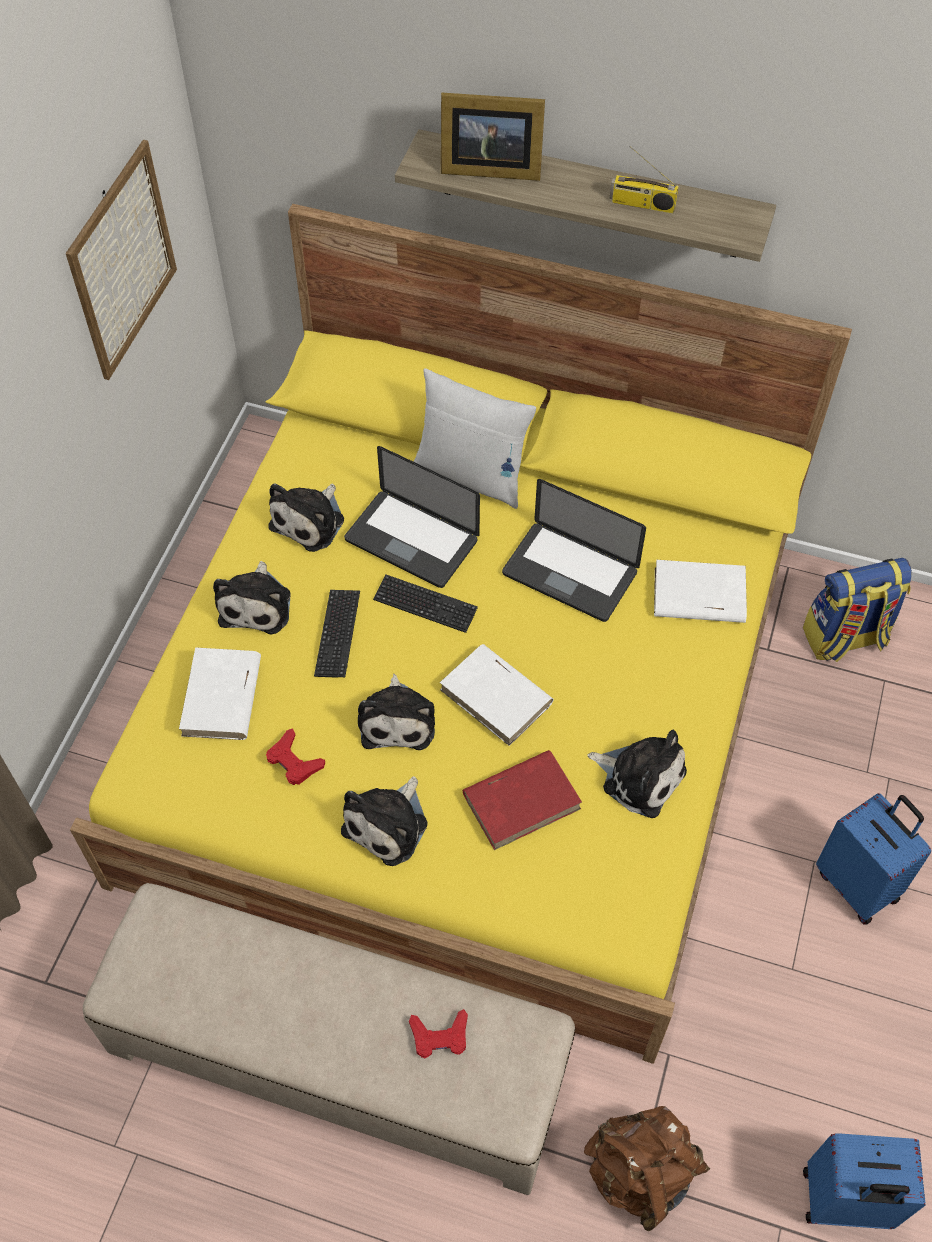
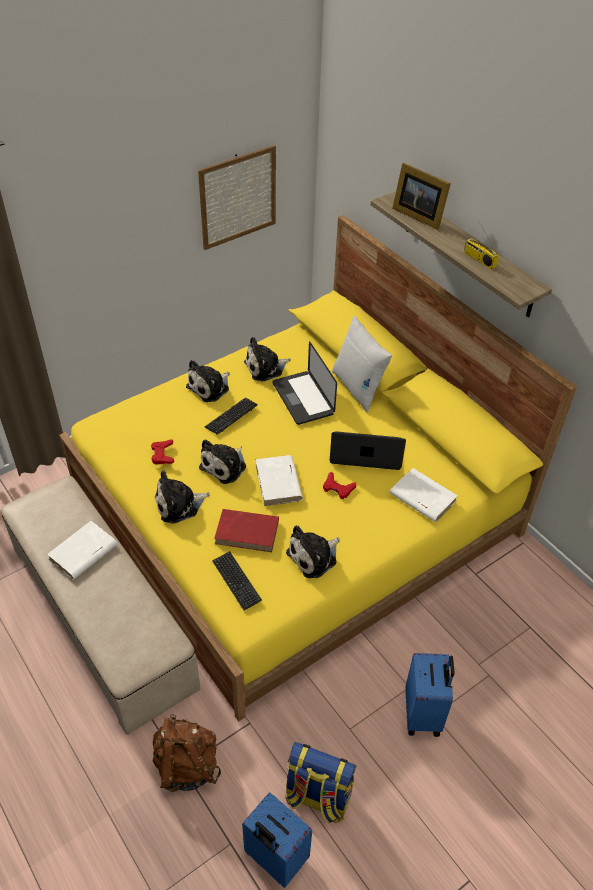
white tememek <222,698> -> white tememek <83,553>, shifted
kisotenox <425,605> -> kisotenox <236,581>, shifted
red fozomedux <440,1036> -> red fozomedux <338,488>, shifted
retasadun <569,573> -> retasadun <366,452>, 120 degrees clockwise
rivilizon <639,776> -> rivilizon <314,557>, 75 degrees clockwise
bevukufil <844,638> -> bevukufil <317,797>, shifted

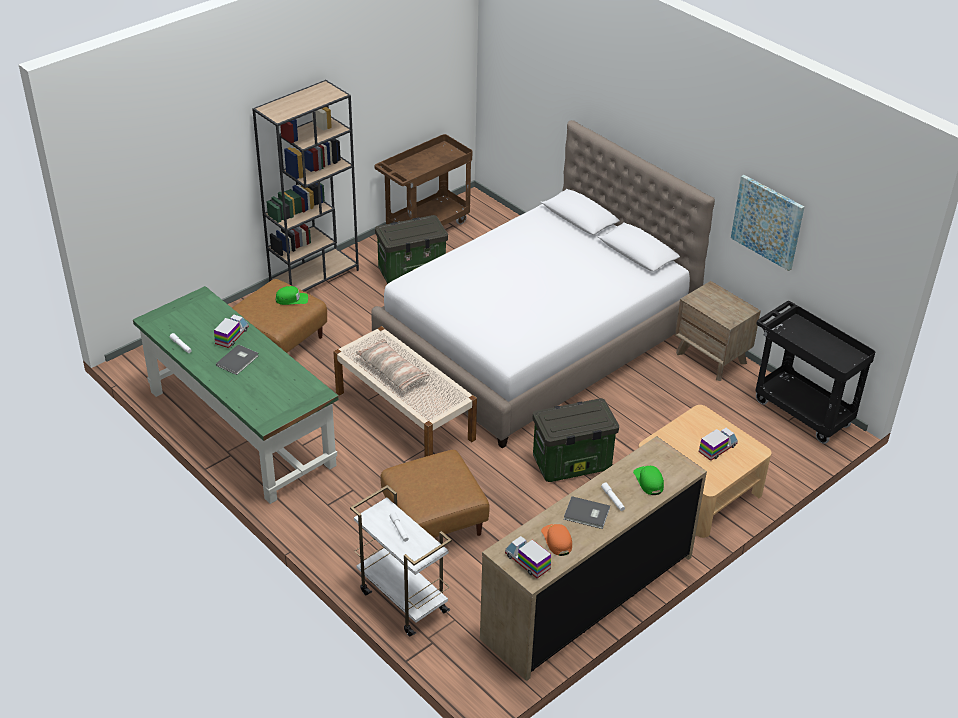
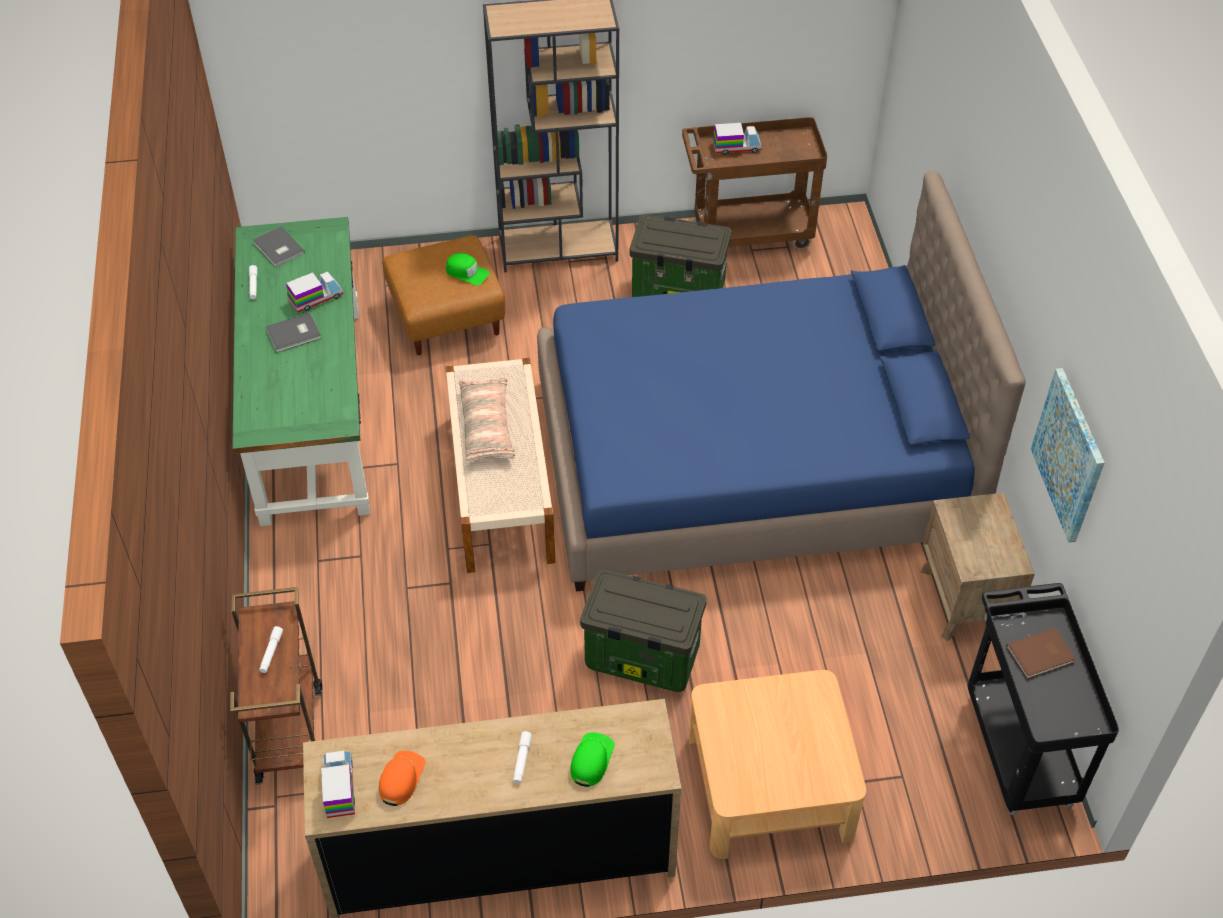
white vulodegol <402,600> -> brown vulodegol <290,730>
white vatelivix <537,340> -> blue vatelivix <752,460>
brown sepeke <435,521> -> none
grey tememek <587,514> -> grey tememek <278,249>, shifted
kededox <717,449> -> kededox <736,147>, shifted
none -> brown tememek <1042,655>

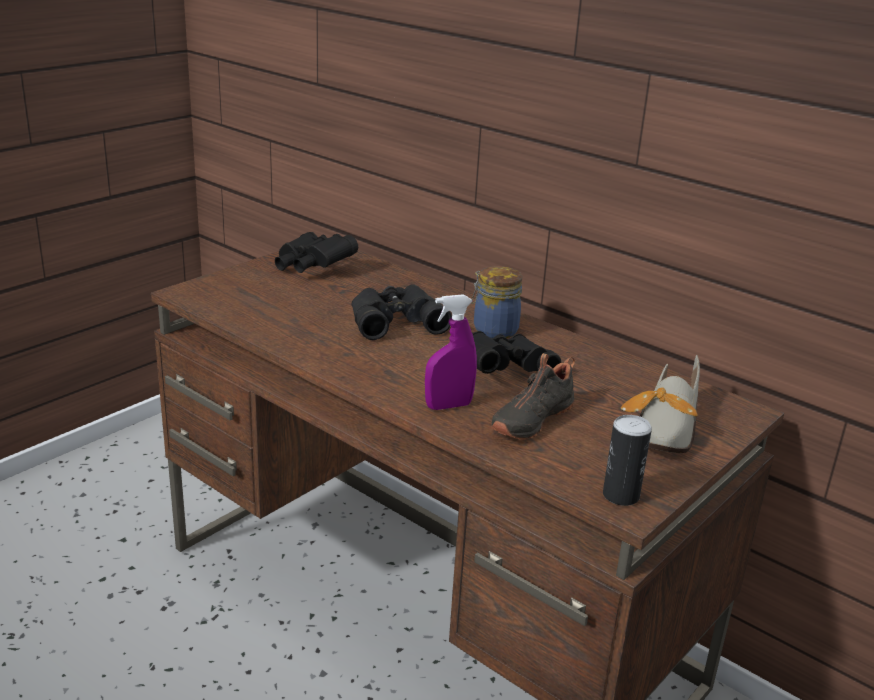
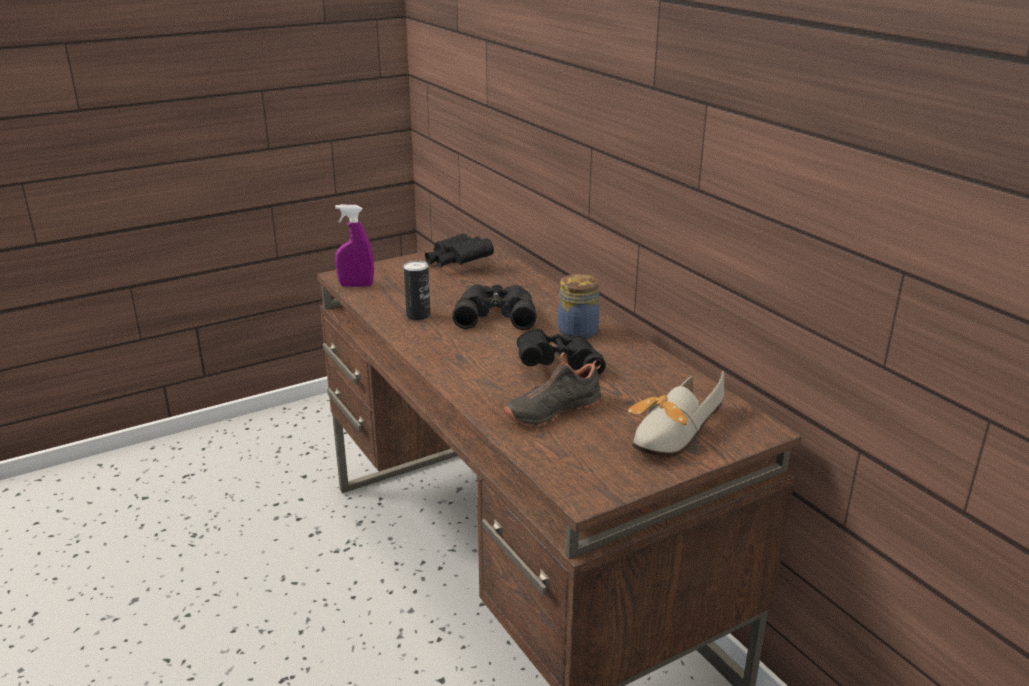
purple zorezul <448,406> -> purple zorezul <356,285>, shifted
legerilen <621,495> -> legerilen <418,316>, shifted

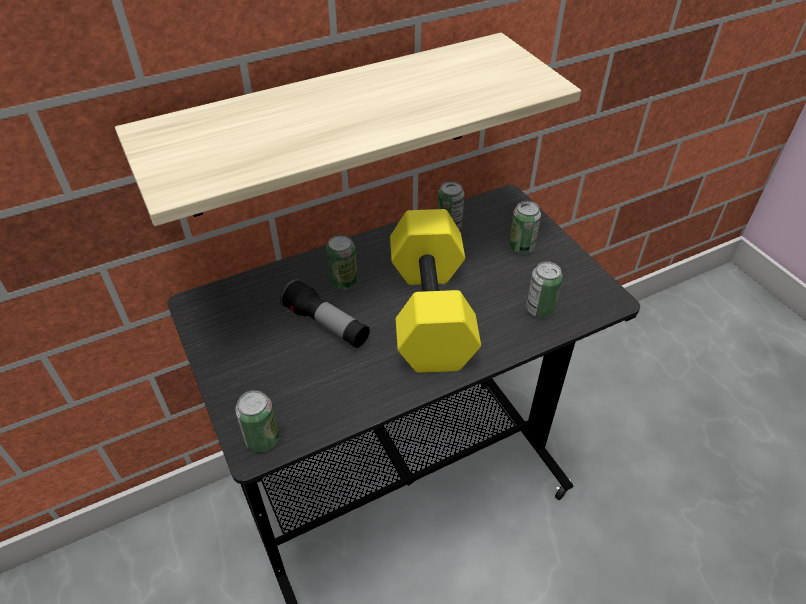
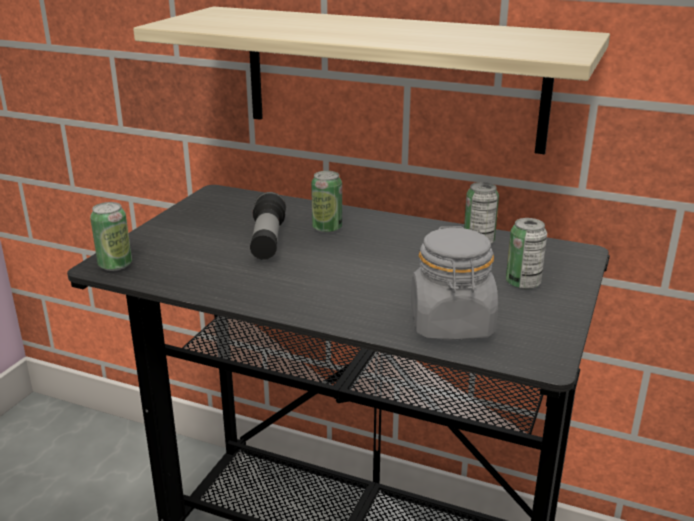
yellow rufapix <433,313> -> none
legerilen <540,309> -> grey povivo <451,324>

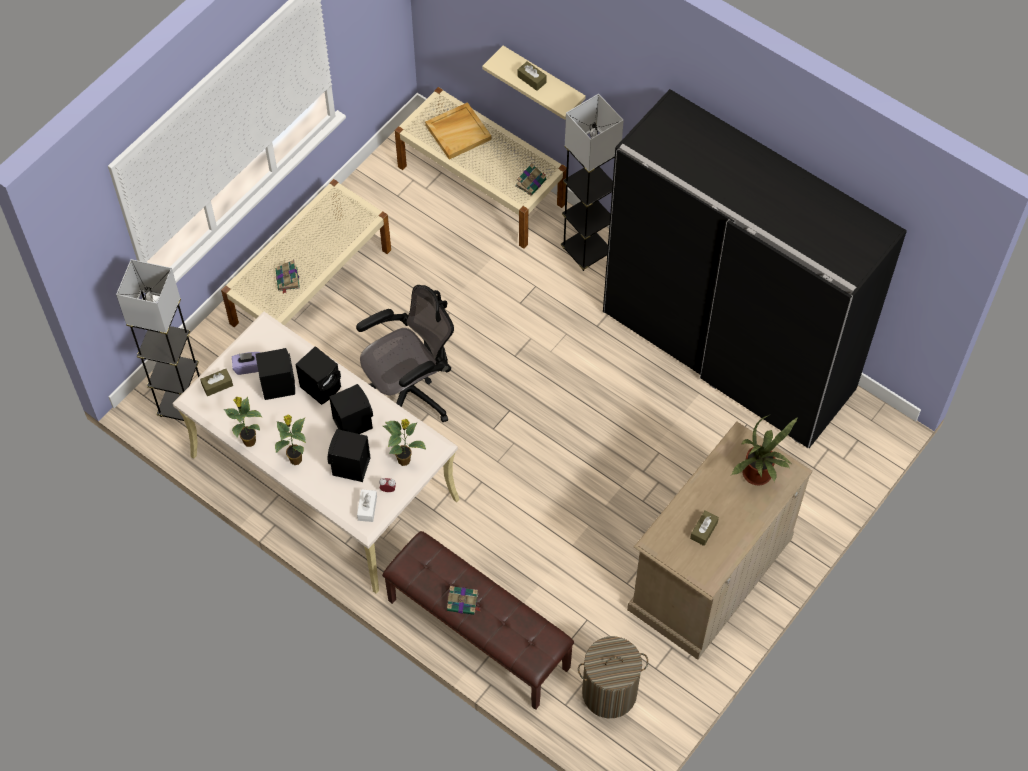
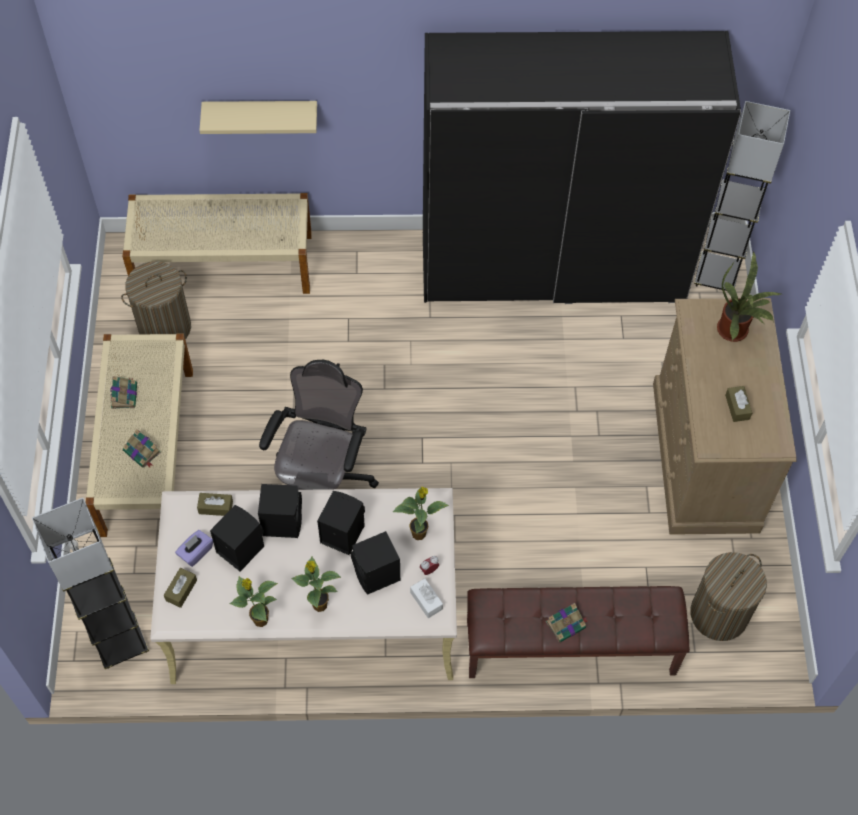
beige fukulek <458,132> -> none
tememek <531,182> -> tememek <124,395>, shifted
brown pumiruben <531,79> -> brown pumiruben <215,507>, shifted
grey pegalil <586,251> -> grey pegalil <716,276>, shifted
none -> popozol <164,327>

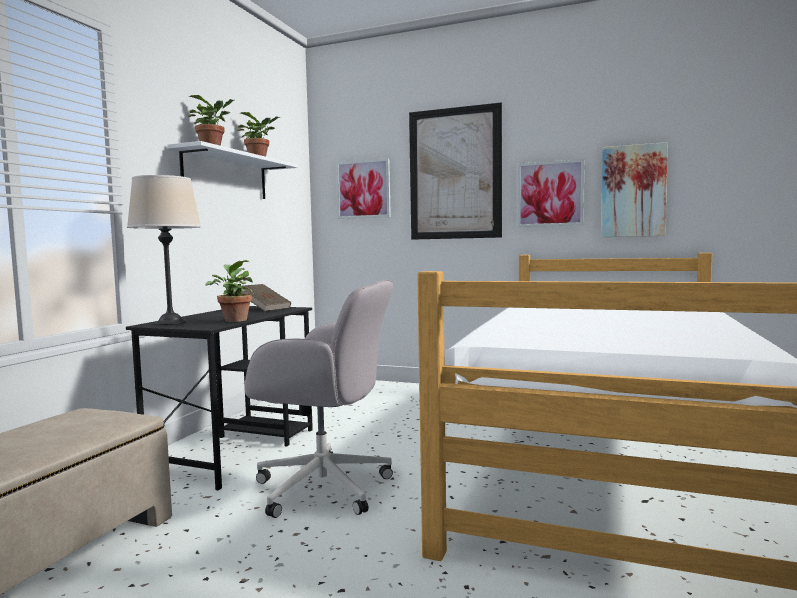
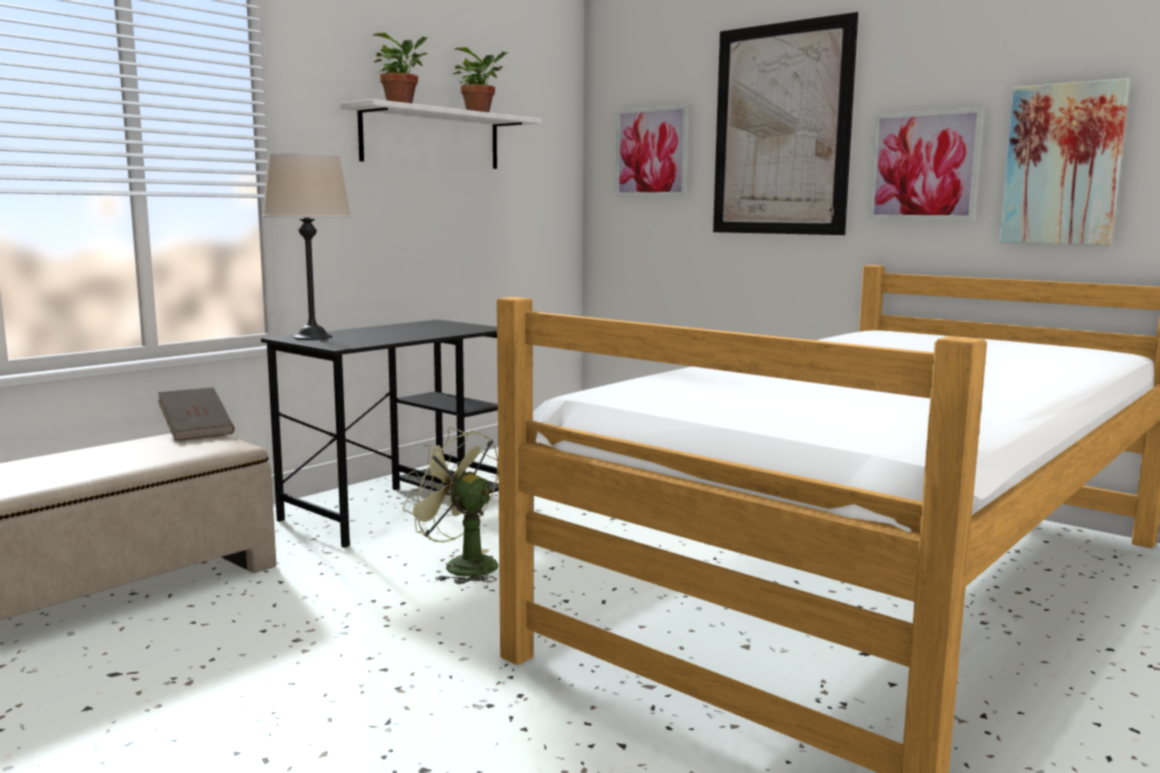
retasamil <234,320> -> none
brown tememek <264,308> -> brown tememek <197,431>, shifted
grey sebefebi <324,488> -> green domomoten <460,566>

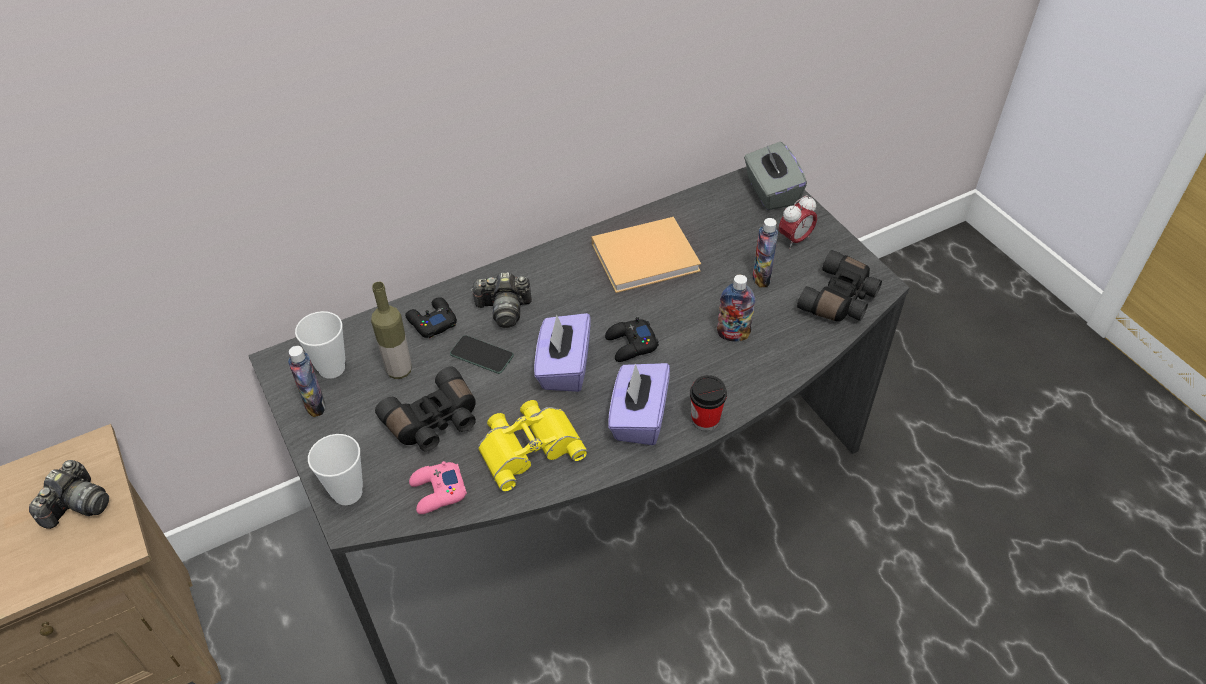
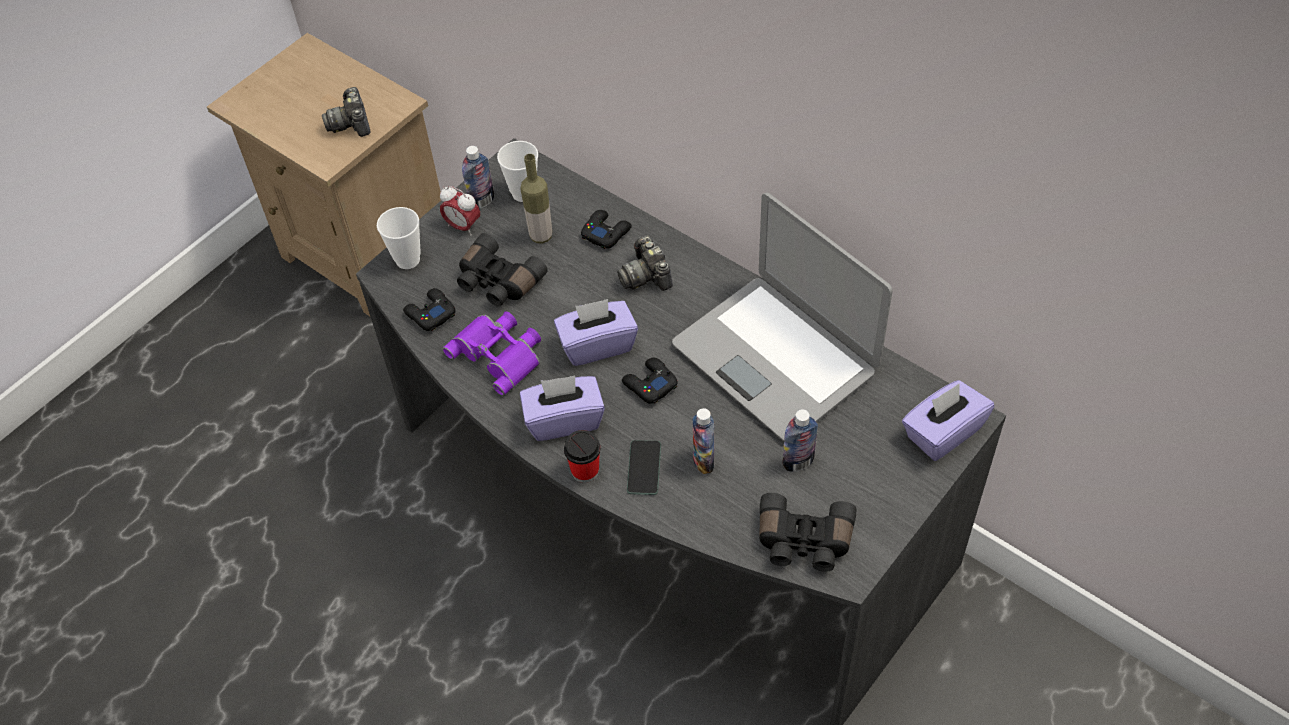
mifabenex <77,505> -> mifabenex <351,123>, 75 degrees clockwise
pink fozomedux <437,492> -> black fozomedux <430,313>
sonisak <481,355> -> sonisak <644,468>, shifted
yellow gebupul <529,446> -> purple gebupul <500,354>
beige tememek <648,257> -> retasadun <775,357>
grey pumiruben <771,192> -> purple pumiruben <942,432>
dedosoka <795,240> -> dedosoka <463,226>, shifted

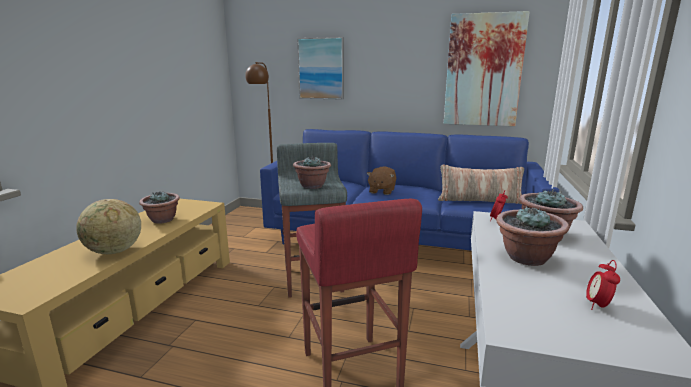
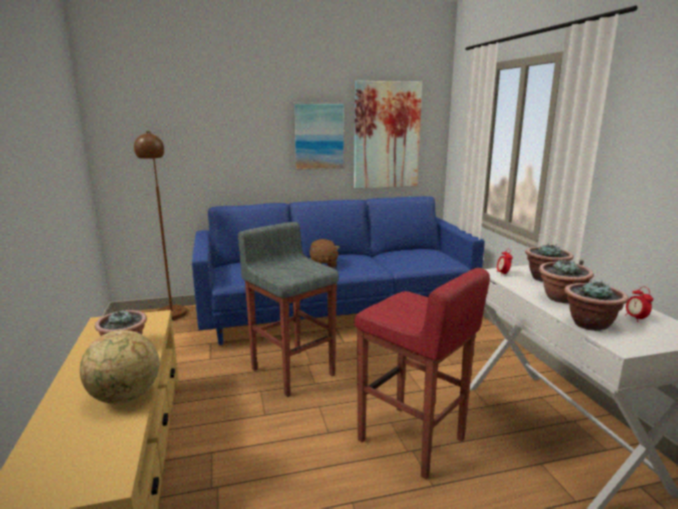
retasamil <312,186> -> retasamil <589,324>, shifted
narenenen <321,68> -> narenenen <318,136>, shifted
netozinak <479,200> -> none

